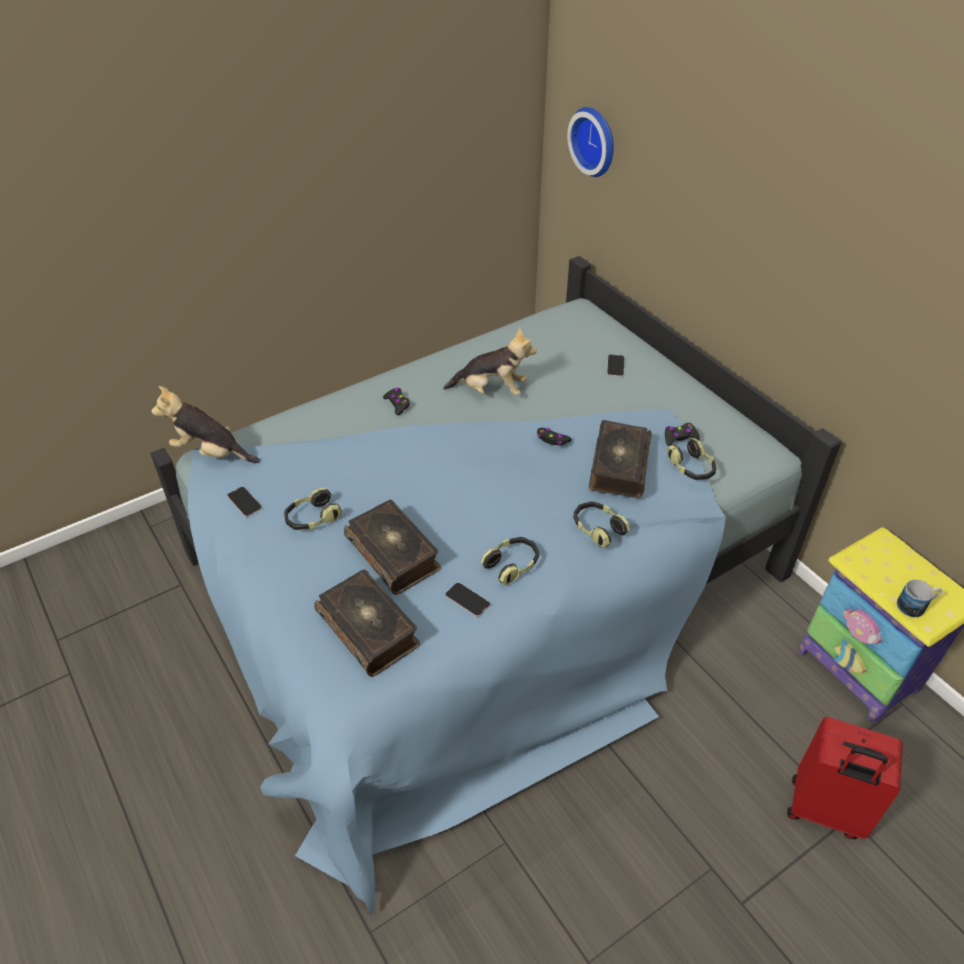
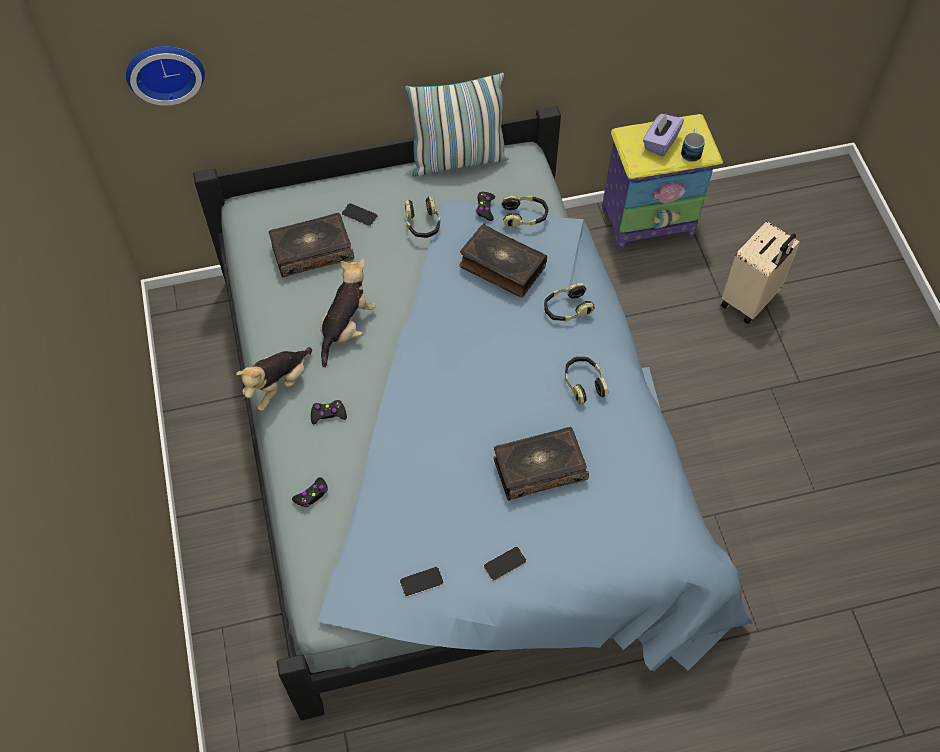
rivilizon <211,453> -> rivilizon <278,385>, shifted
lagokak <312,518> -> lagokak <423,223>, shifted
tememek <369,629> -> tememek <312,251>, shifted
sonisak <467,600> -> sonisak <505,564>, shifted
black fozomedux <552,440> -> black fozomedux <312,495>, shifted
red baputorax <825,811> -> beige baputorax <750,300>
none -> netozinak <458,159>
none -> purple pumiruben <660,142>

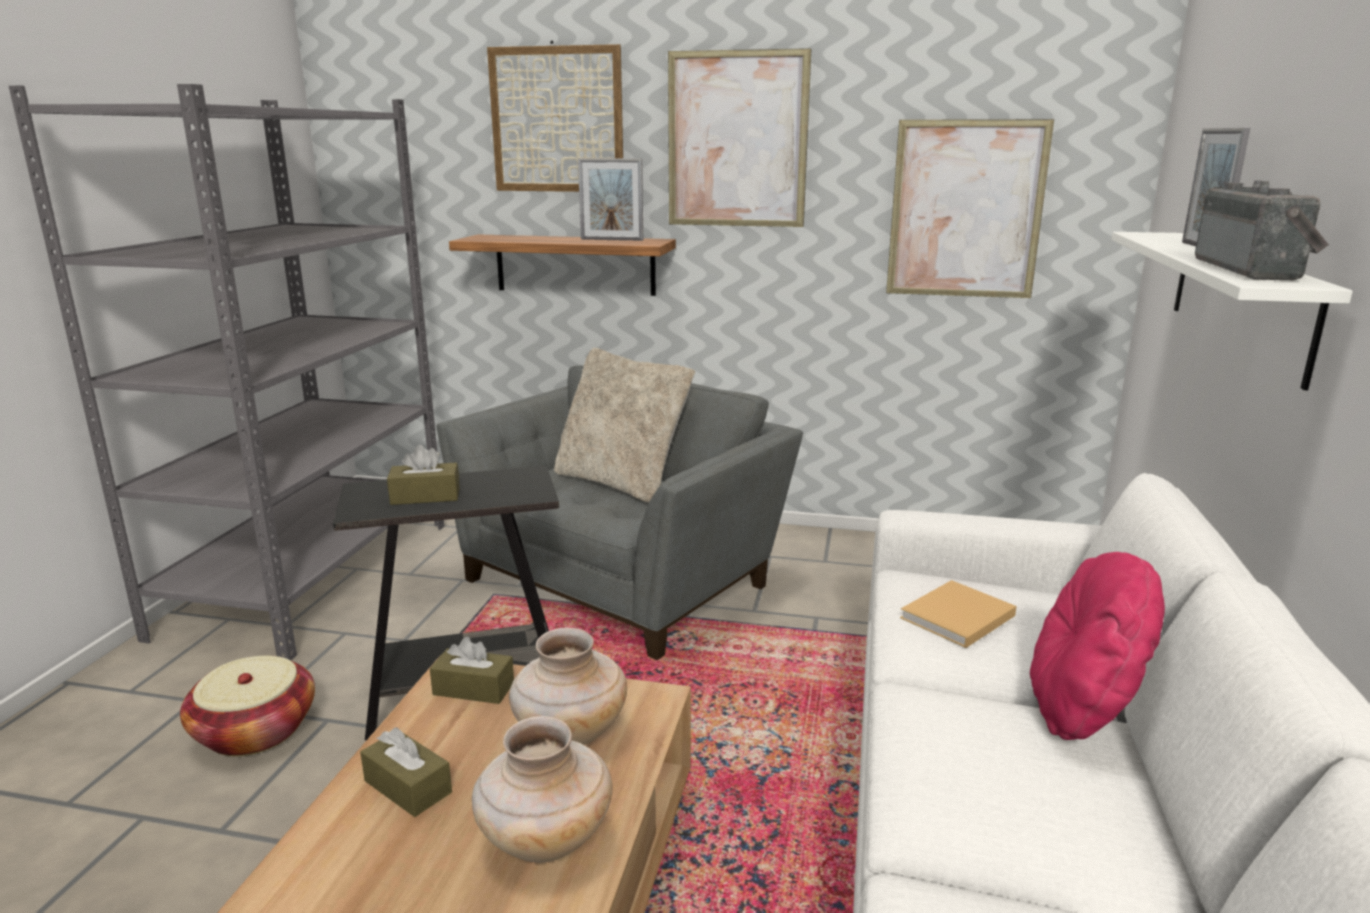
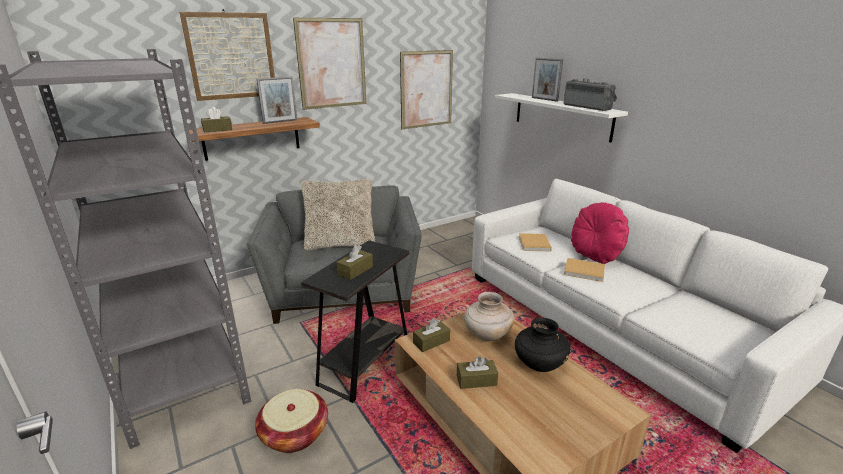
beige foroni <545,839> -> black foroni <539,364>
none -> brown pumiruben <217,130>
none -> beige tememek <585,271>

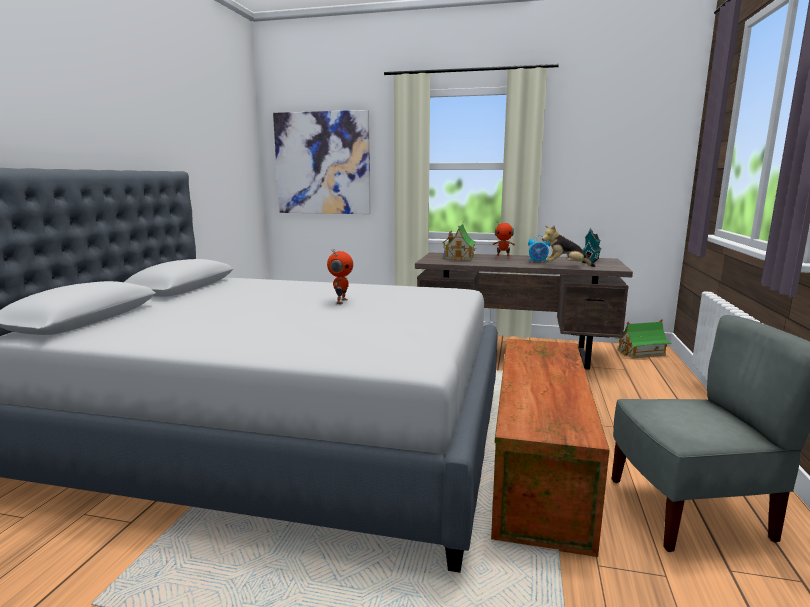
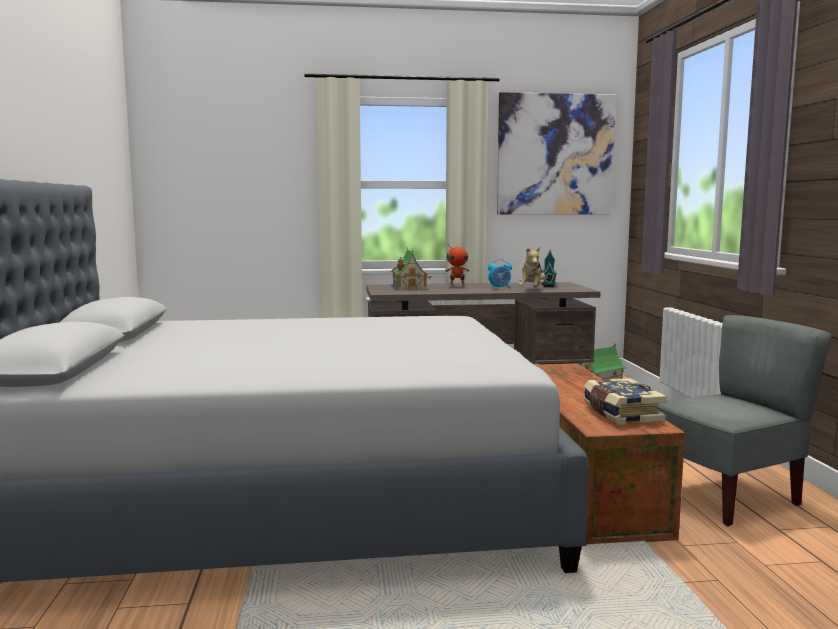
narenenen <322,163> -> narenenen <555,155>, shifted
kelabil <341,301> -> none
rivilizon <565,266> -> rivilizon <532,290>, 60 degrees counterclockwise
none -> tememek <620,414>

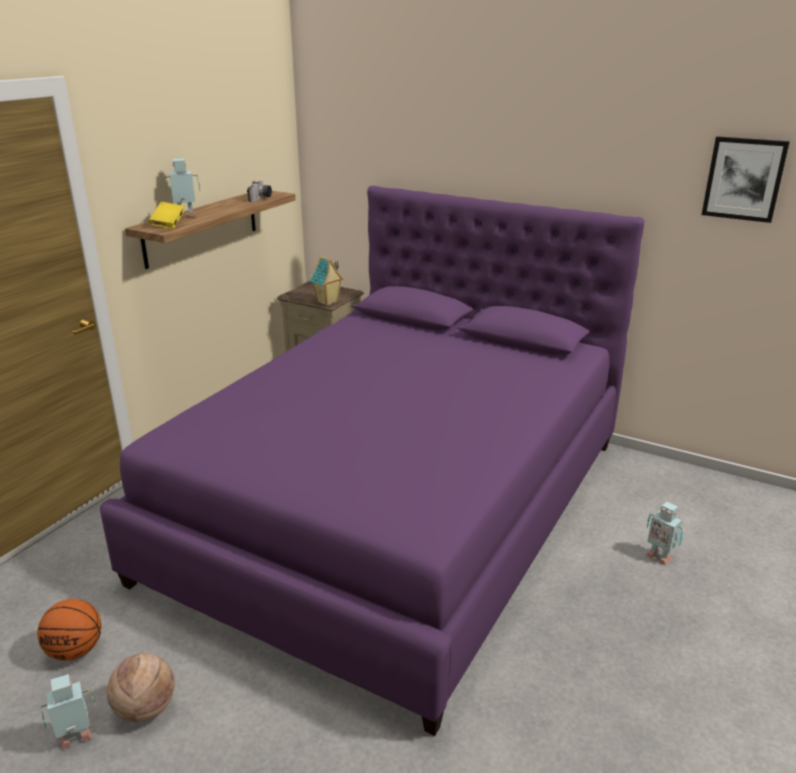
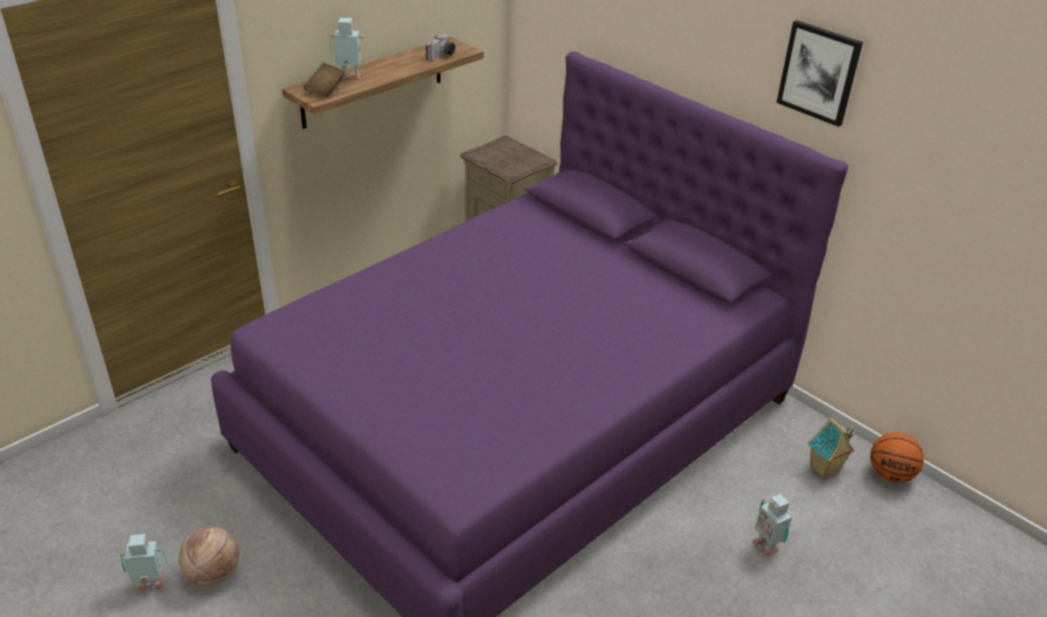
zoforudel <75,651> -> zoforudel <890,474>, shifted
yellow tememek <168,224> -> brown tememek <326,89>
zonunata <327,302> -> zonunata <824,469>, shifted
narenenen <744,179> -> narenenen <819,72>, shifted

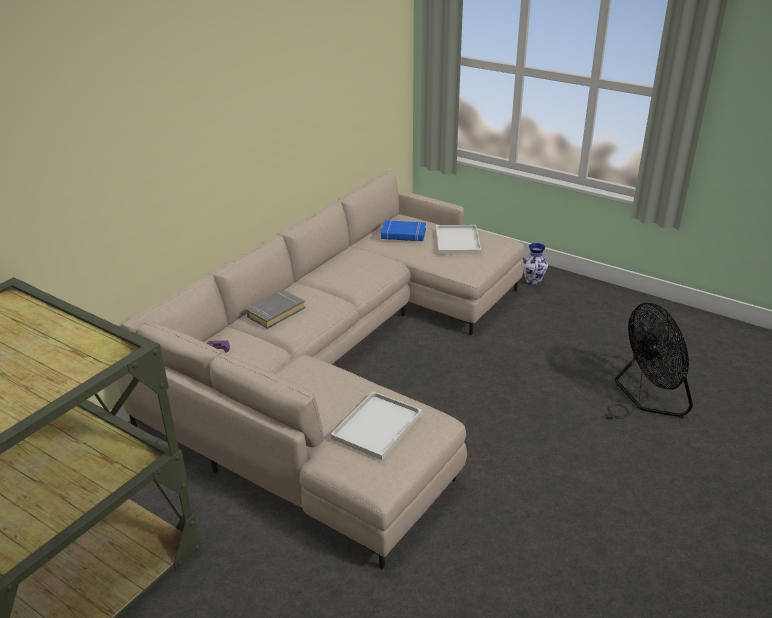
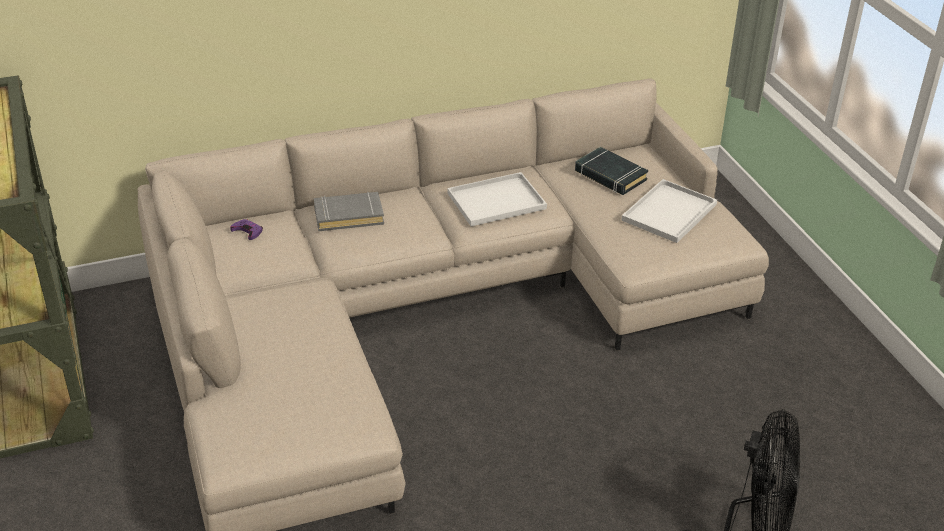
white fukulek <377,427> -> white fukulek <495,202>, shifted
blue tememek <403,234> -> black tememek <610,176>
foroni <533,281> -> none

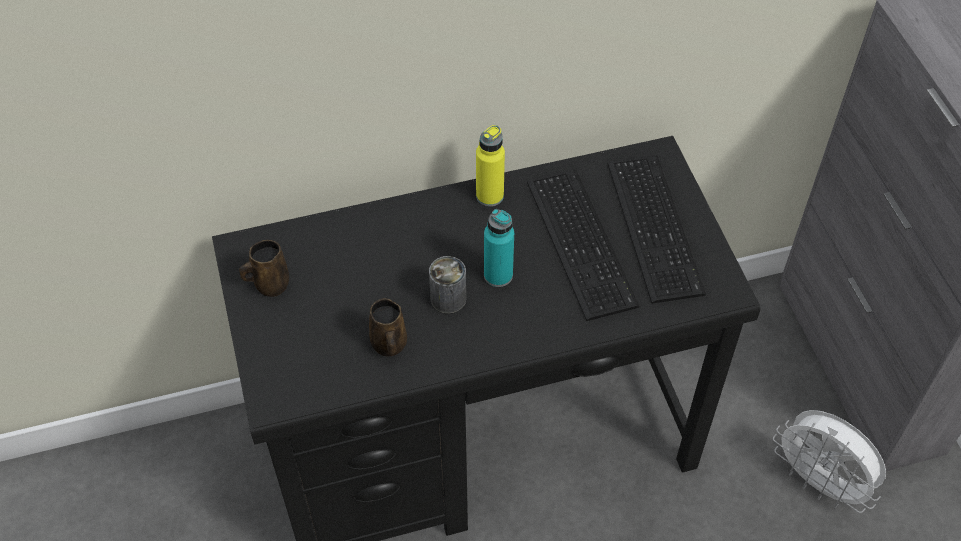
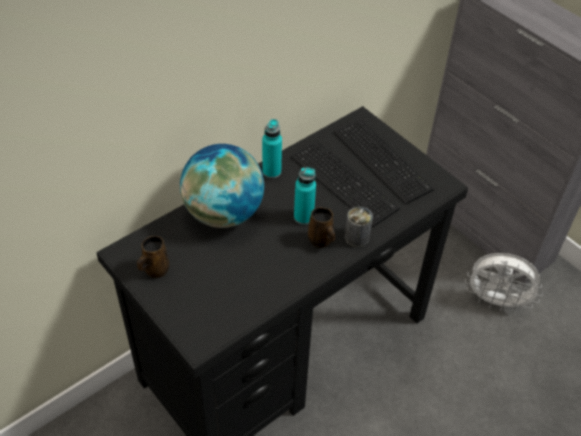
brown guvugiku <389,345> -> brown guvugiku <321,241>, shifted
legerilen <448,298> -> legerilen <357,237>, shifted
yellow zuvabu <489,196> -> turquoise zuvabu <271,172>
none -> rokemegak <224,213>

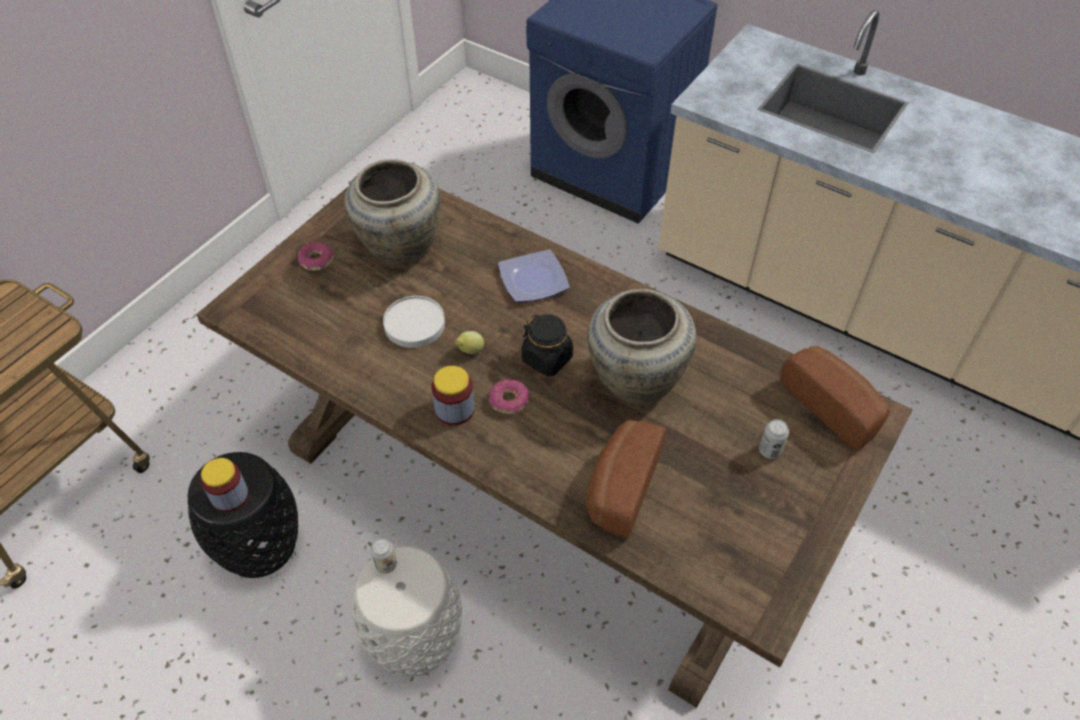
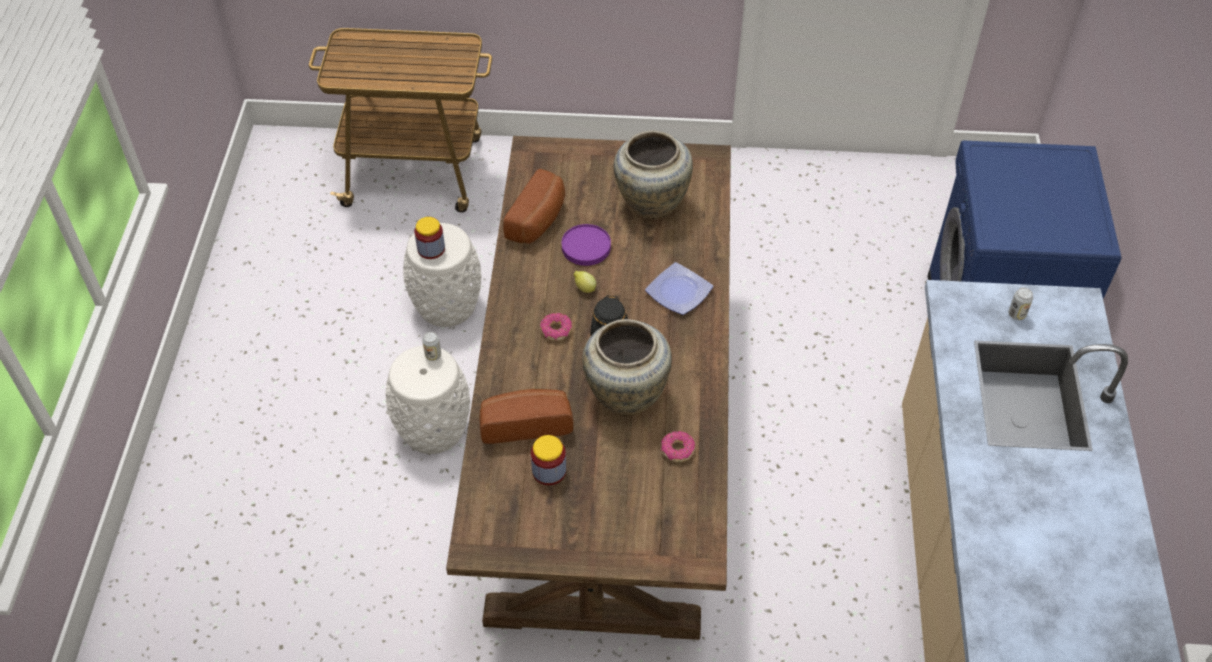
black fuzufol <259,545> -> white fuzufol <446,305>
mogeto <316,261> -> mogeto <677,450>, shifted
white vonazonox <415,324> -> purple vonazonox <586,247>
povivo <454,409> -> povivo <549,471>, shifted
legerilen <770,450> -> legerilen <1016,314>, shifted
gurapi <833,405> -> gurapi <539,220>, shifted

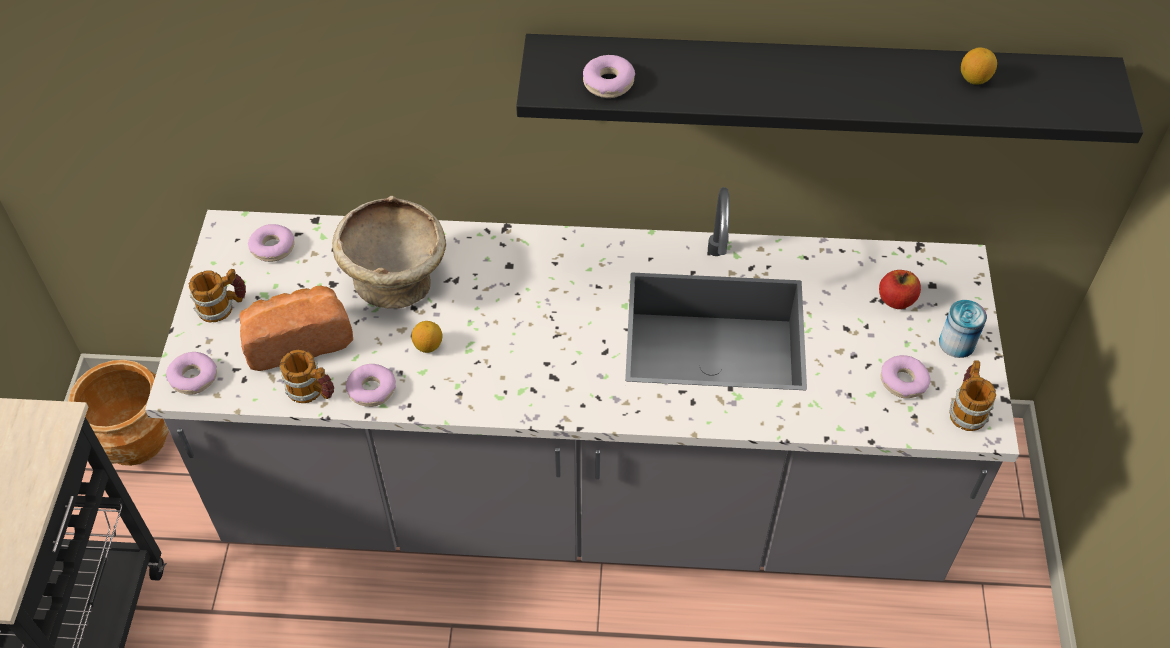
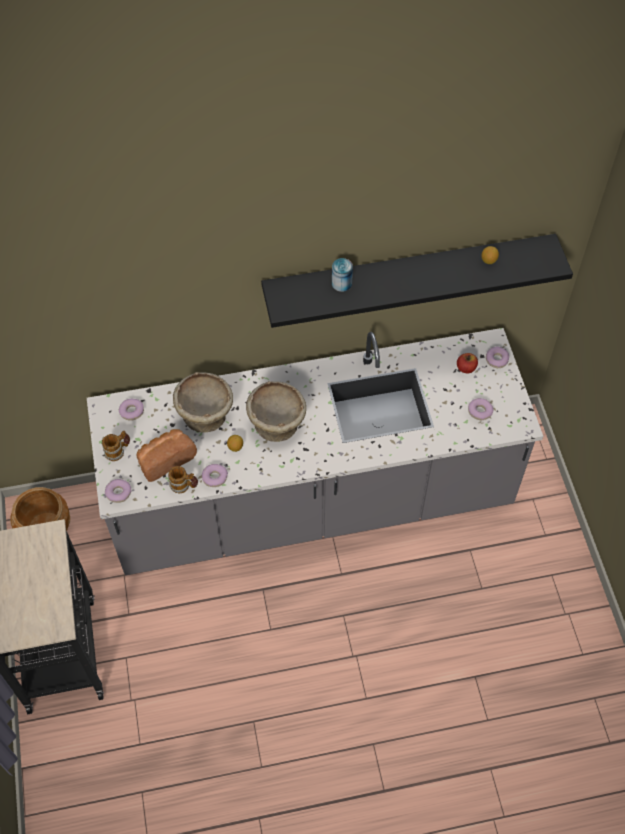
mogeto <608,83> -> mogeto <497,359>, shifted
legerilen <957,343> -> legerilen <341,283>, shifted
guvugiku <966,408> -> none
none -> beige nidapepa <277,423>

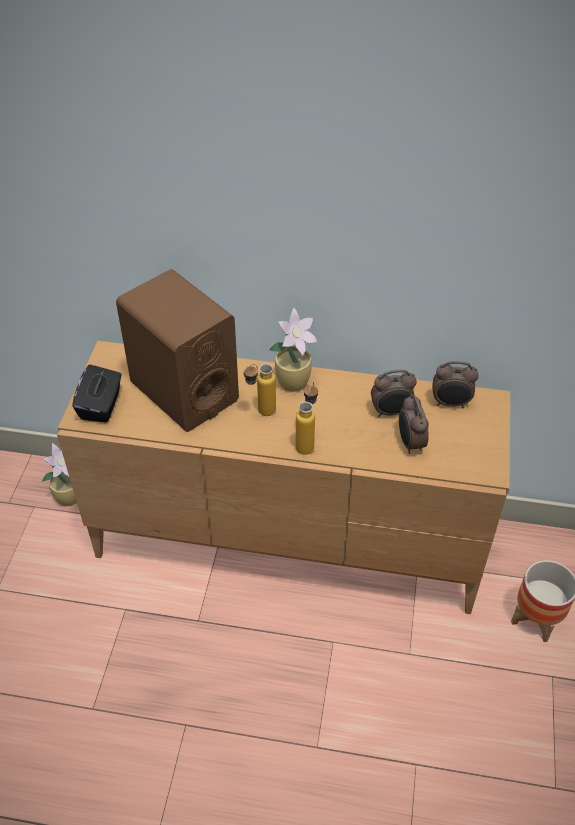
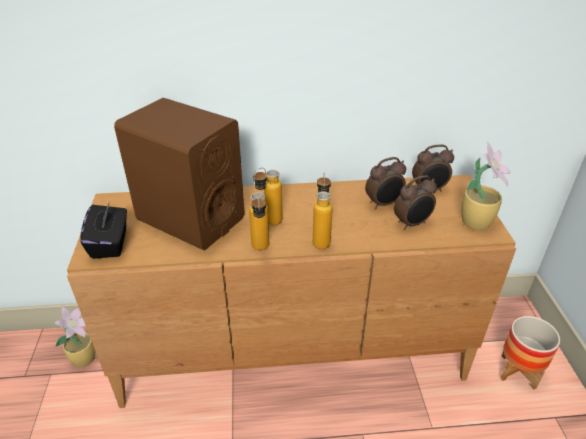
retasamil <294,382> -> retasamil <476,221>, shifted
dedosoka <410,443> -> dedosoka <412,224>, 90 degrees counterclockwise
none -> zuvabu <260,250>

